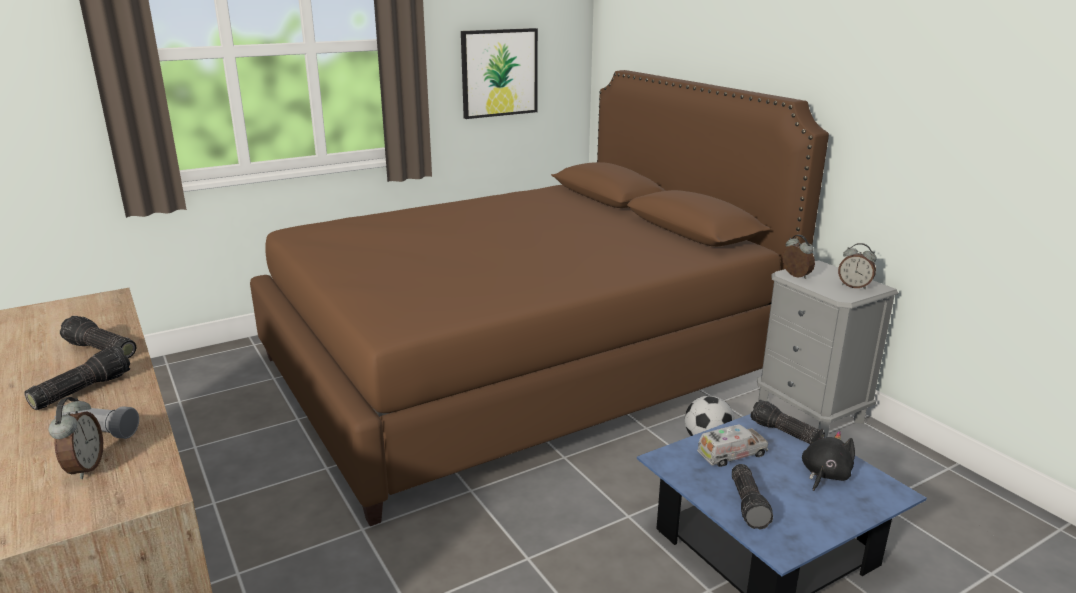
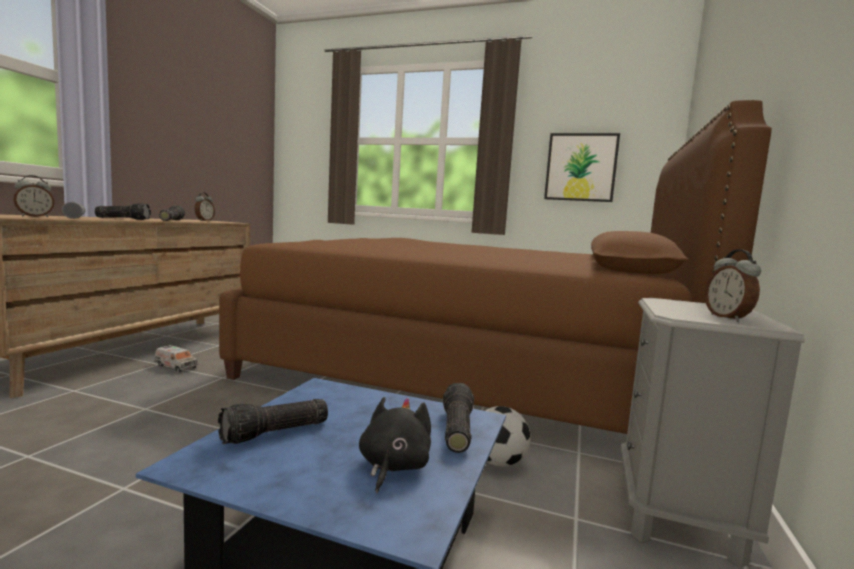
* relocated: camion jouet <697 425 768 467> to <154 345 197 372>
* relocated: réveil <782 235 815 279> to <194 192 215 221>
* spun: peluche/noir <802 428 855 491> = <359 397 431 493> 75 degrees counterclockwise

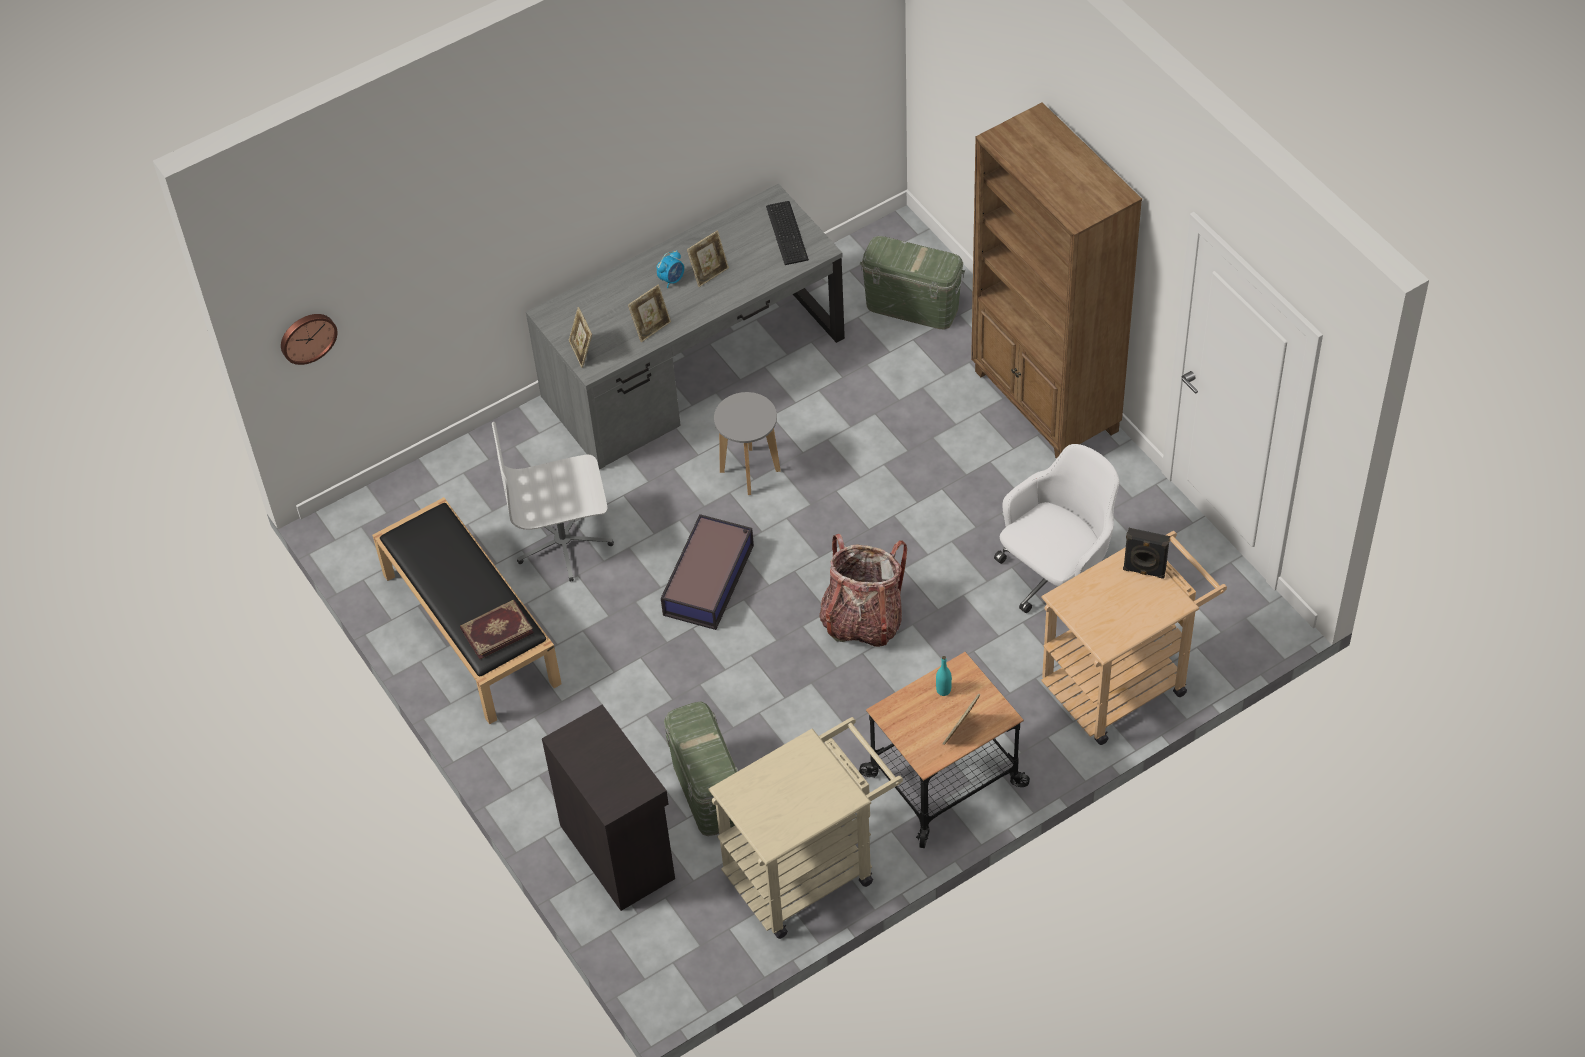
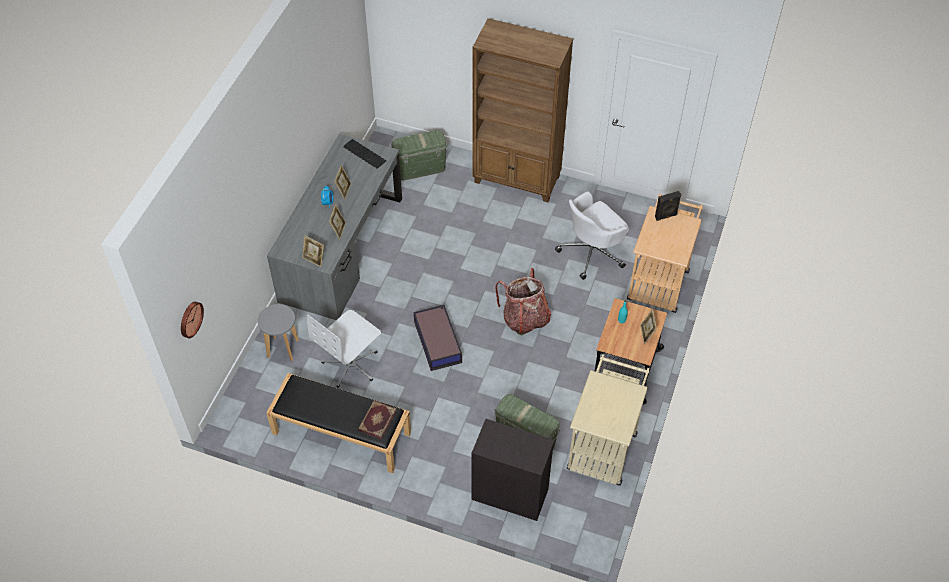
* relocated: tabouret/gris <714 392 780 495> to <257 304 299 361>
* spun: chaise de bureau/blanc <994 444 1119 613> = <555 192 629 280> 135 degrees counterclockwise

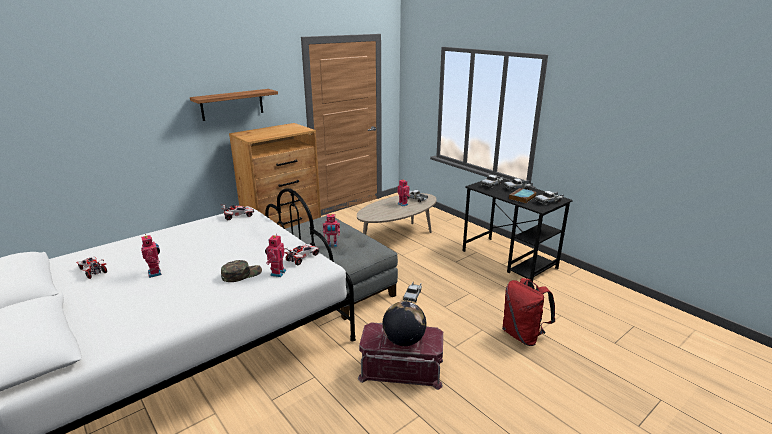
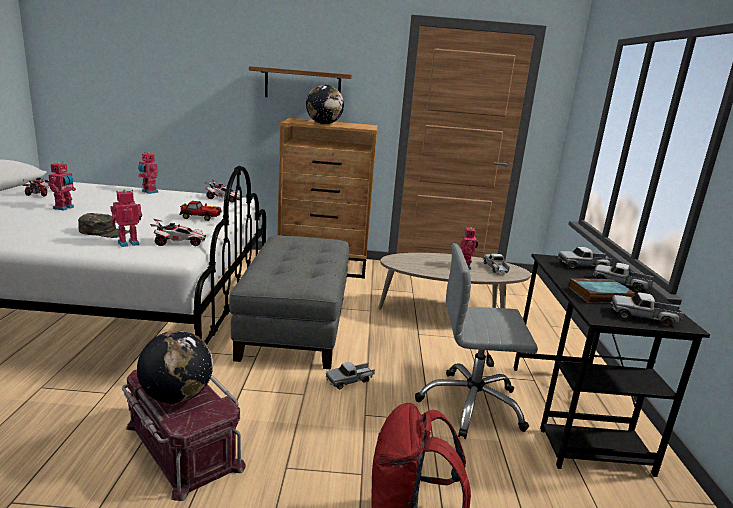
* relocated: robot jouet <323 214 340 247> to <138 152 159 194>
* appeared: petite voiture <180 201 222 221>
* appeared: globe <306 85 344 124>
* appeared: chaise de bureau/gris <415 243 538 439>

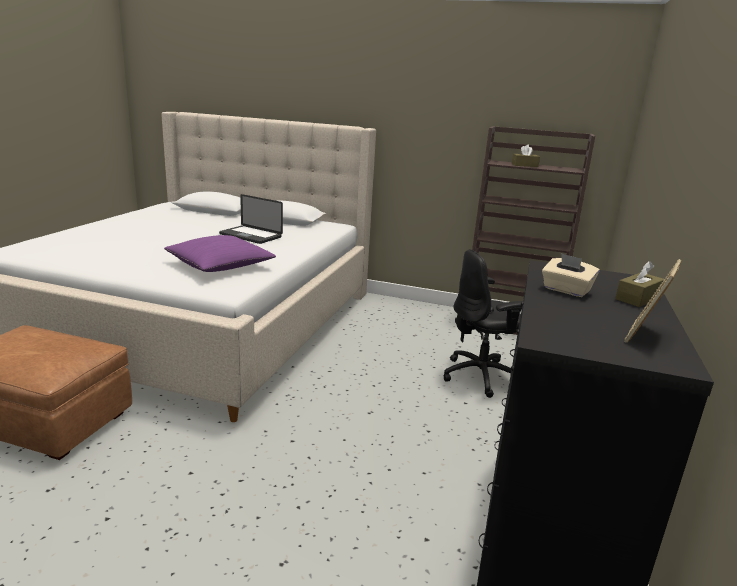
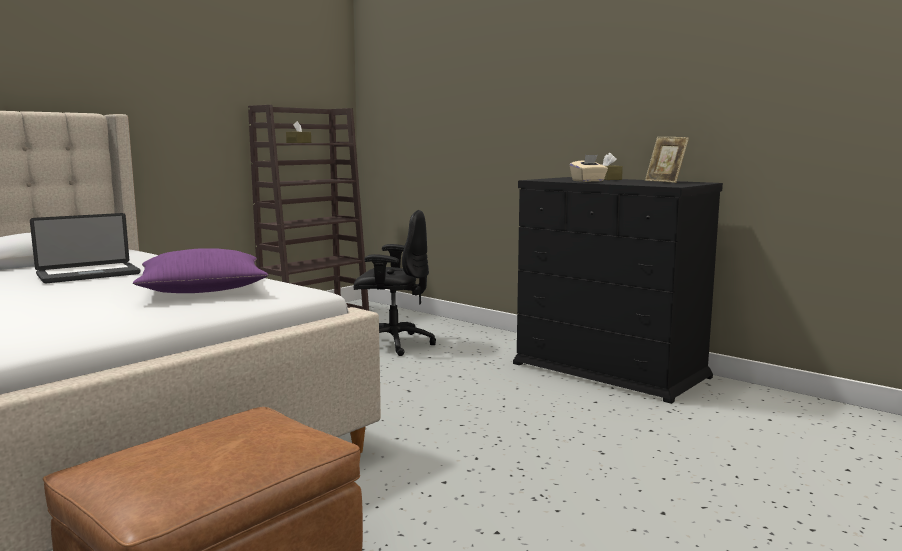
* spun: chaise de bureau/noir <444 249 523 398> = <353 210 436 356> 90 degrees counterclockwise

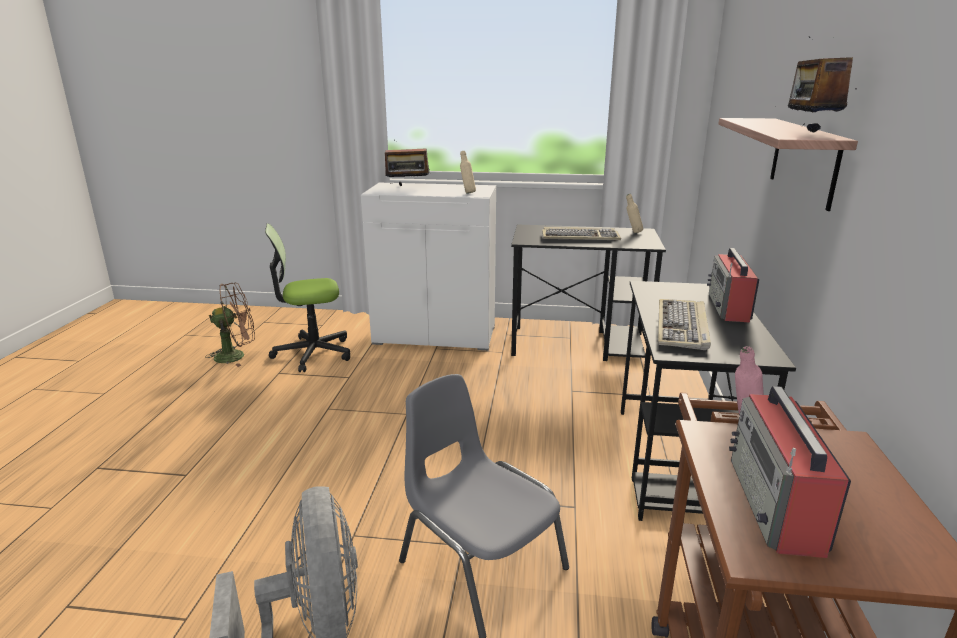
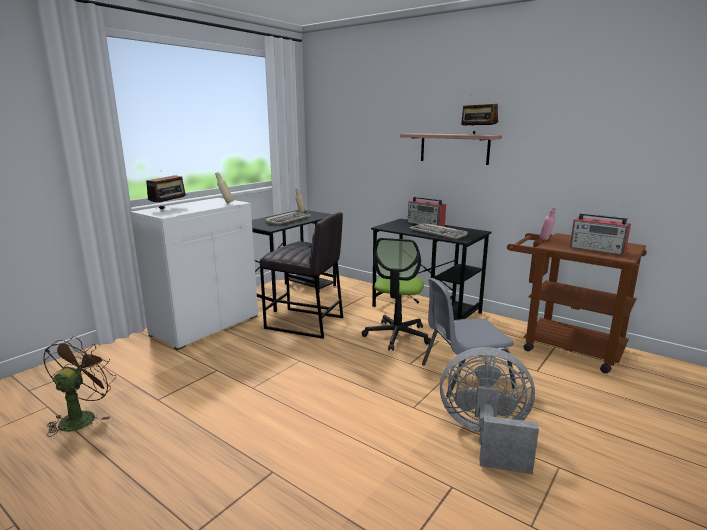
* relocated: chaise de bureau <265 223 350 372> to <361 238 431 351>
* appeared: tabouret/gris <260 212 343 339>

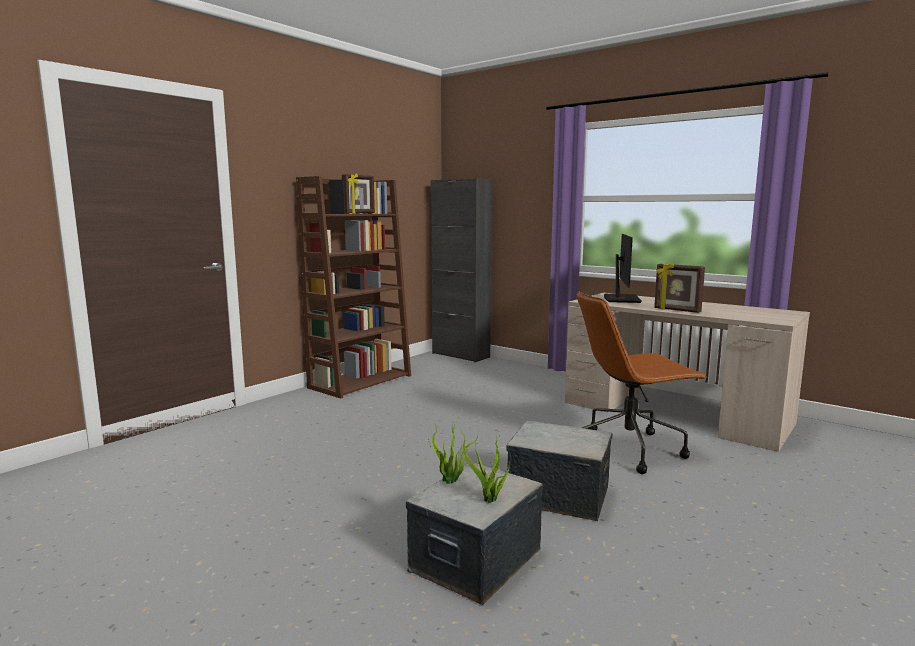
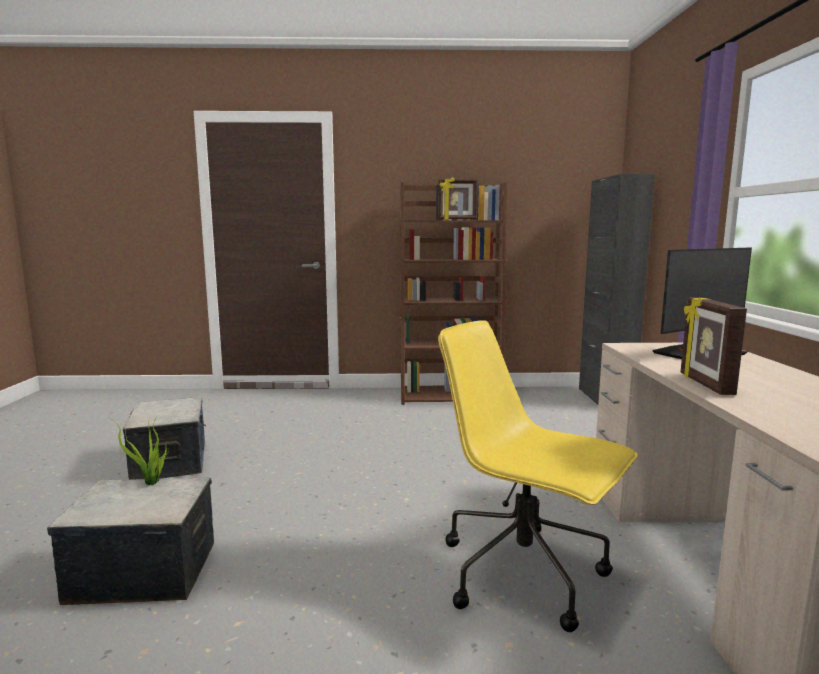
* missing: plante en pot <457 426 509 503>
* relocated: boîte de rangement <506 421 613 521> to <123 397 206 480>
* colour: chaise de bureau/marron <576 291 707 474> to chaise de bureau/jaune <438 320 638 632>

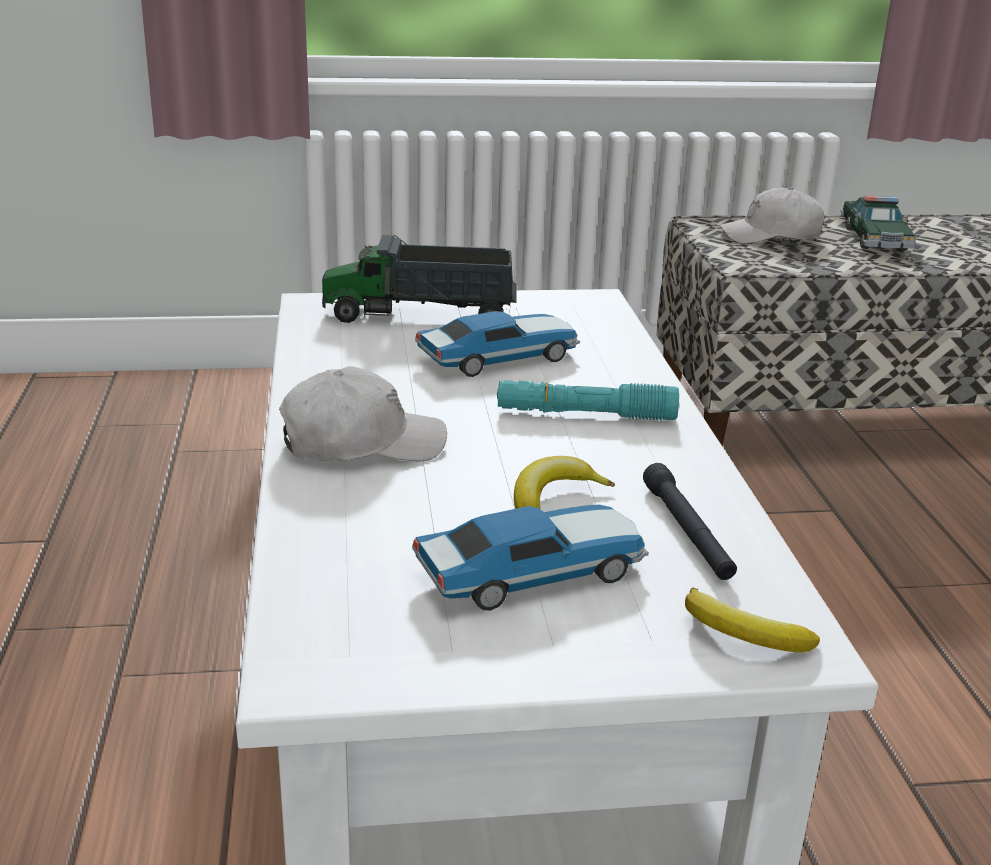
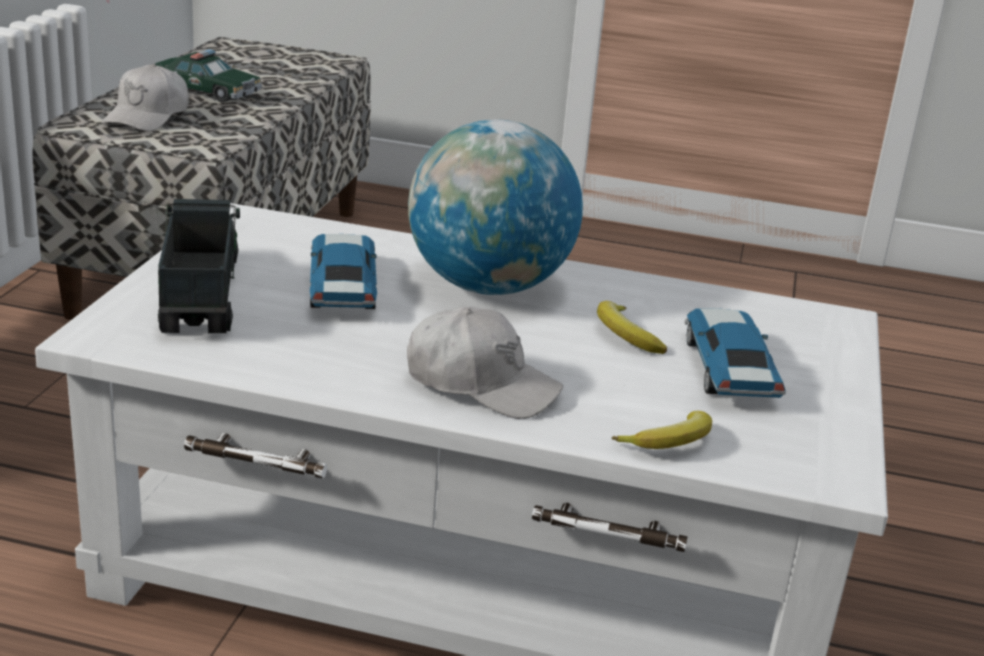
* spun: casquette/blanc <279 366 447 461> = <407 307 563 419> 105 degrees clockwise
* spun: camion jouet <322 235 517 323> = <158 199 240 333> 150 degrees clockwise
* exchanged: lampe de poche/turquoise <497 380 679 420> to globe <408 119 583 295>
* missing: lampe de poche/noir <643 463 737 580>
* relocated: banane <685 587 820 652> to <612 411 712 449>

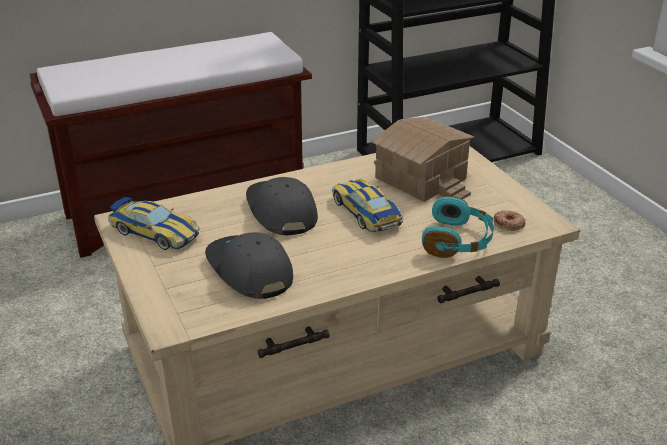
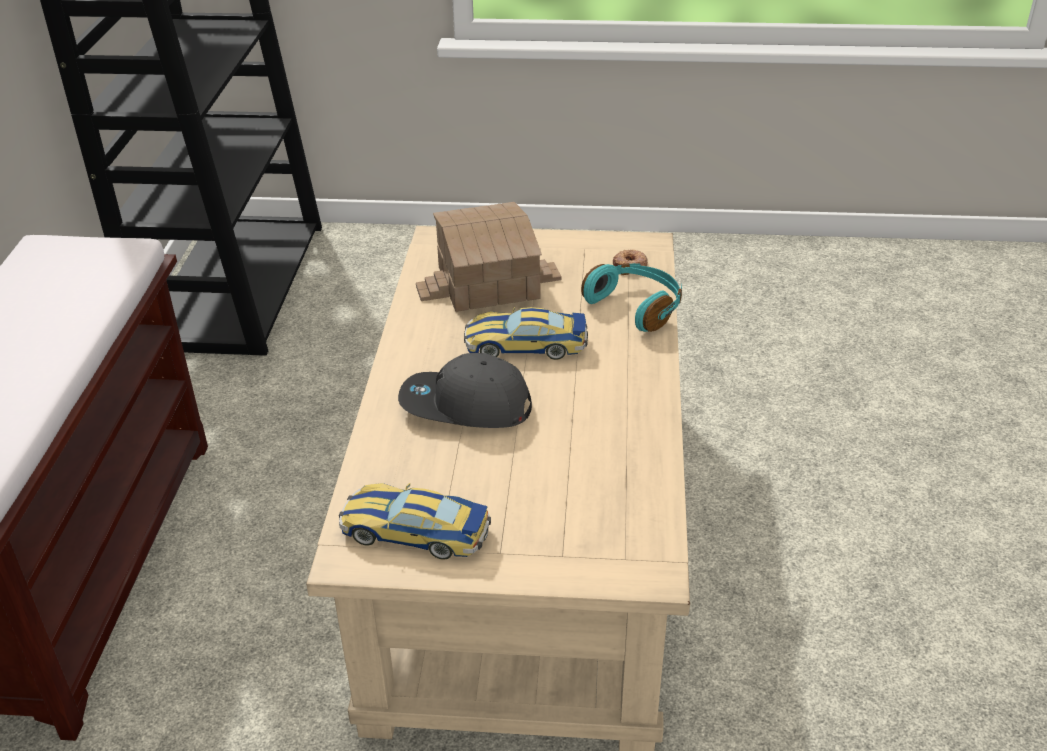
* spun: petite voiture <108 197 200 250> = <339 483 491 560> 135 degrees counterclockwise
* missing: casquette/gris <205 232 293 299>

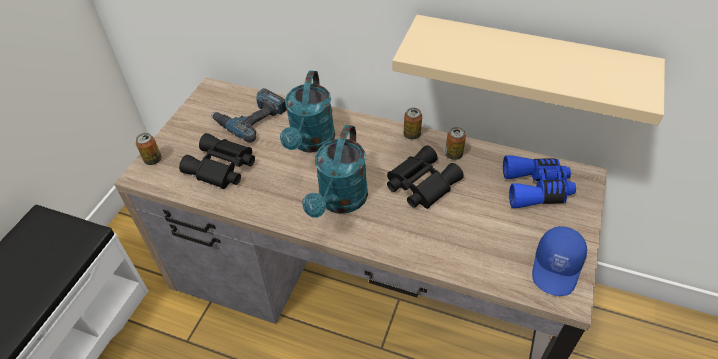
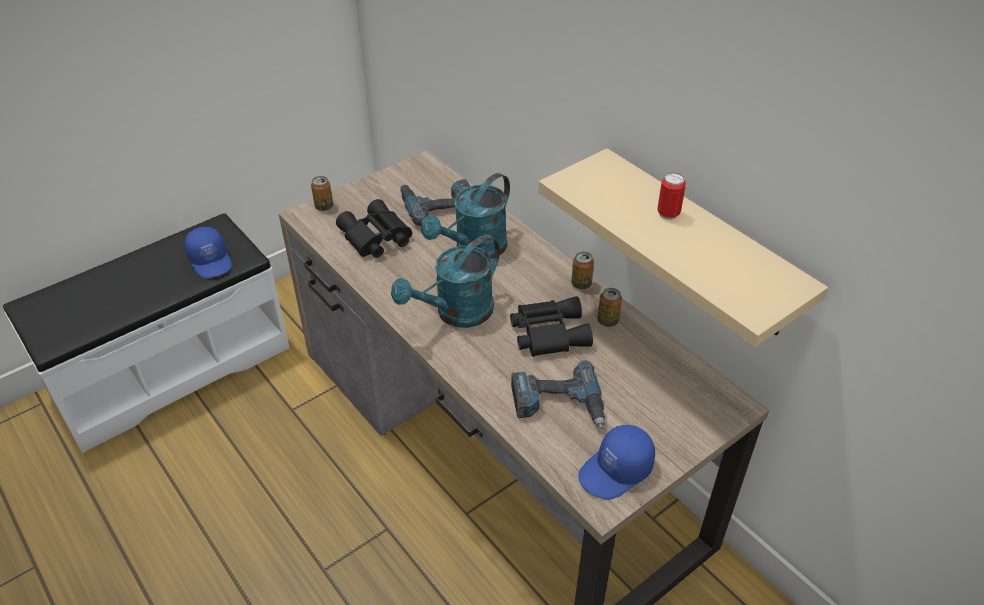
* missing: jumelles/bleu <503 155 576 208>
* appeared: casquette/bleu <185 227 232 278>
* appeared: perceuse <511 360 605 428>
* appeared: boîte métallique <657 173 686 220>

